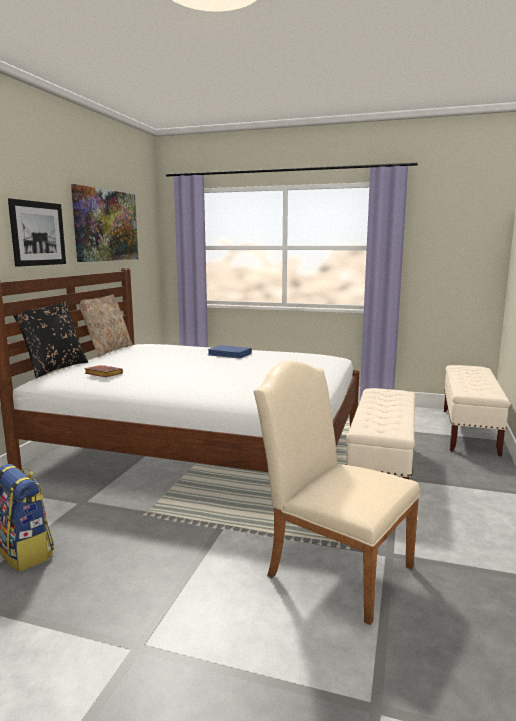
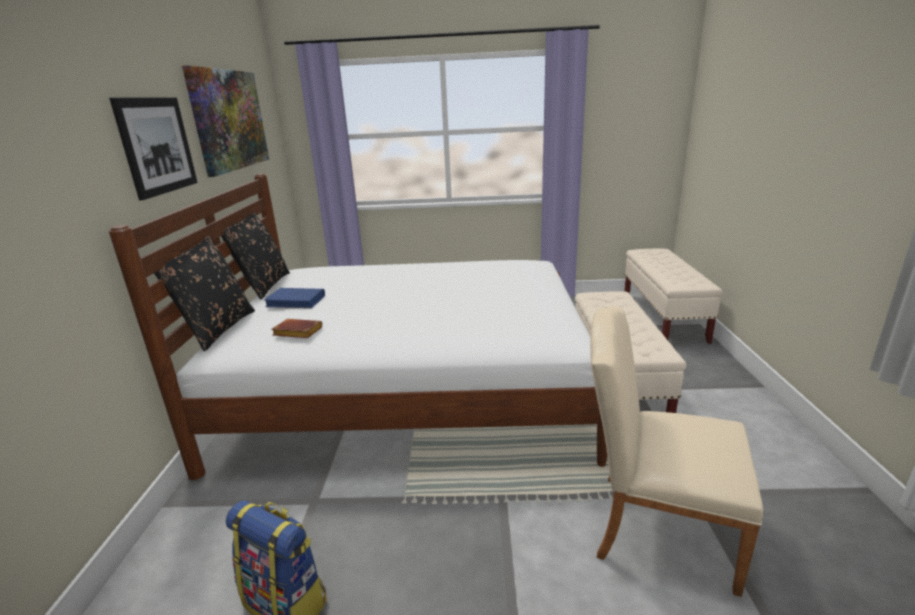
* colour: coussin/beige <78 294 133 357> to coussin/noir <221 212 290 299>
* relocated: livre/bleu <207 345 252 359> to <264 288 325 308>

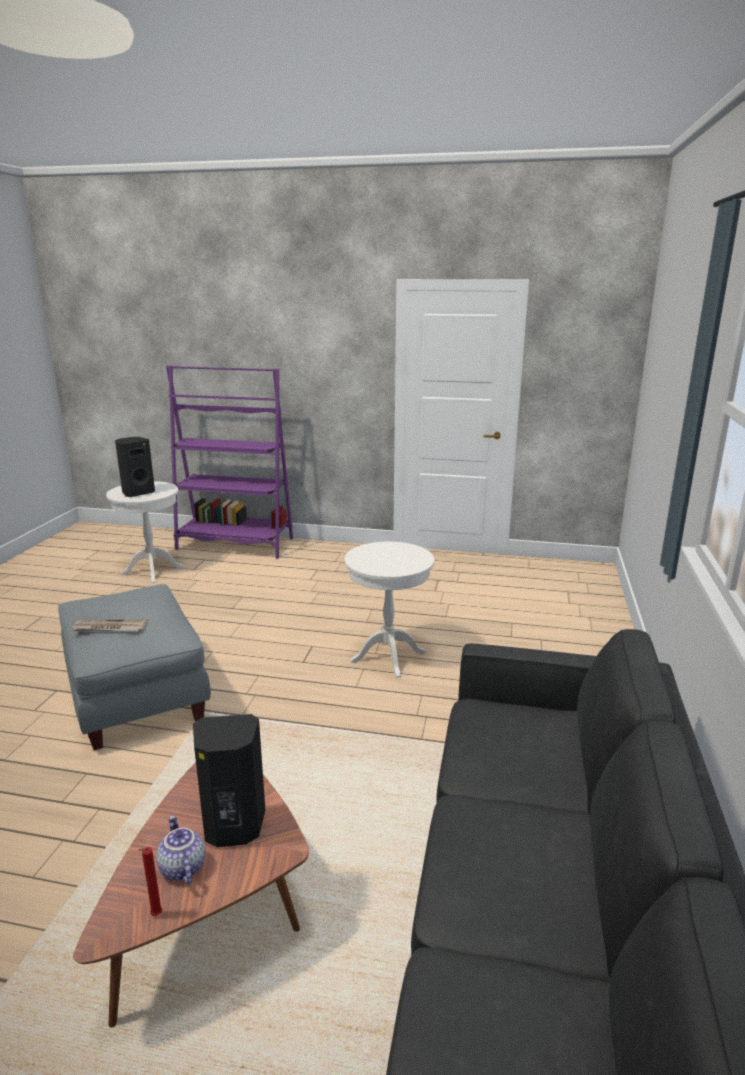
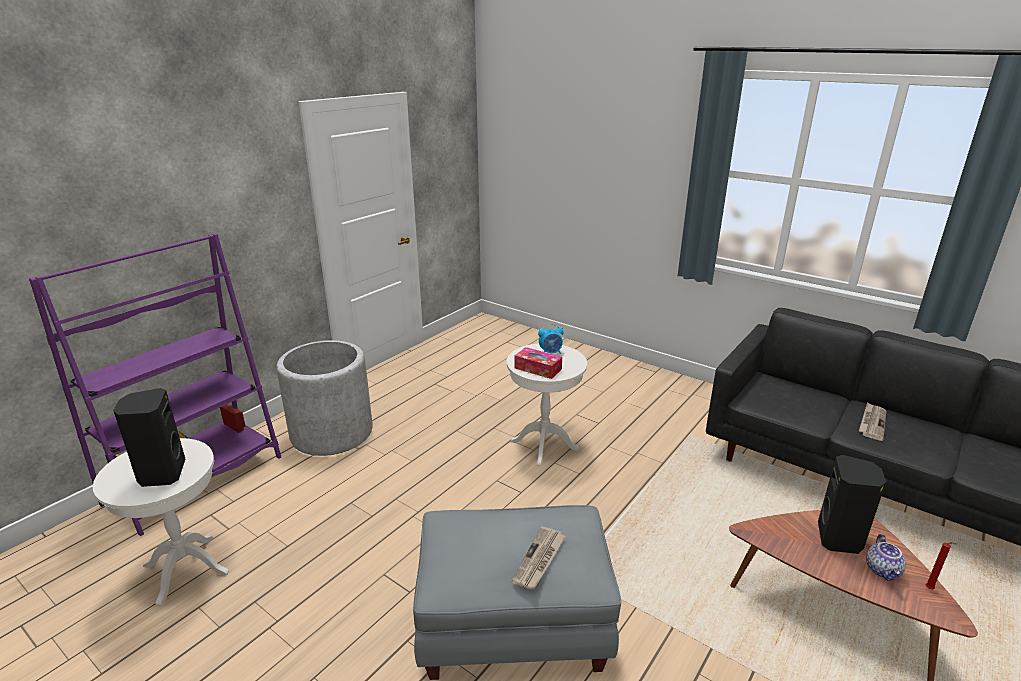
* spun: théière <156 815 205 885> = <866 534 906 581> 75 degrees counterclockwise
* appeared: cache-pot/gris <276 340 372 456>
* appeared: boîte à mouchoirs <515 347 562 379>
* appeared: réveil <538 323 564 354>
* appeared: journal <859 402 886 441>

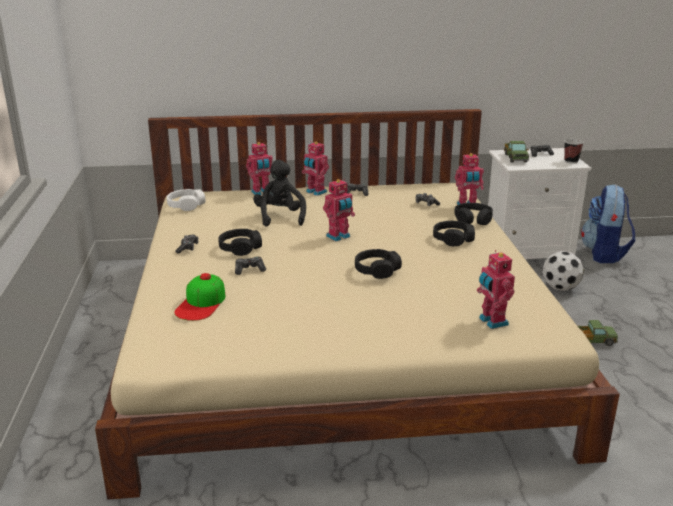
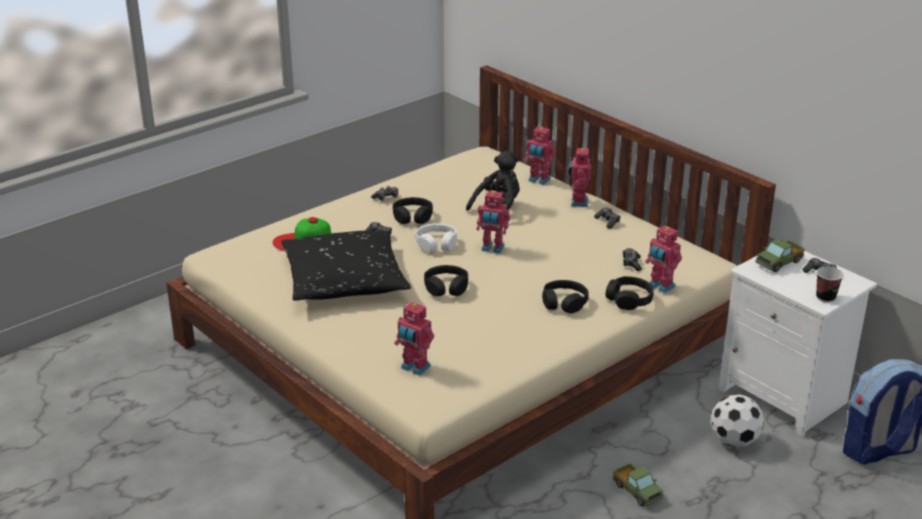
* relocated: casque audio/blanc <167 189 206 211> to <415 223 457 253>
* spun: robot jouet <477 250 515 329> = <395 302 434 376> 90 degrees counterclockwise
* appeared: coussin/noir <282 231 411 301>

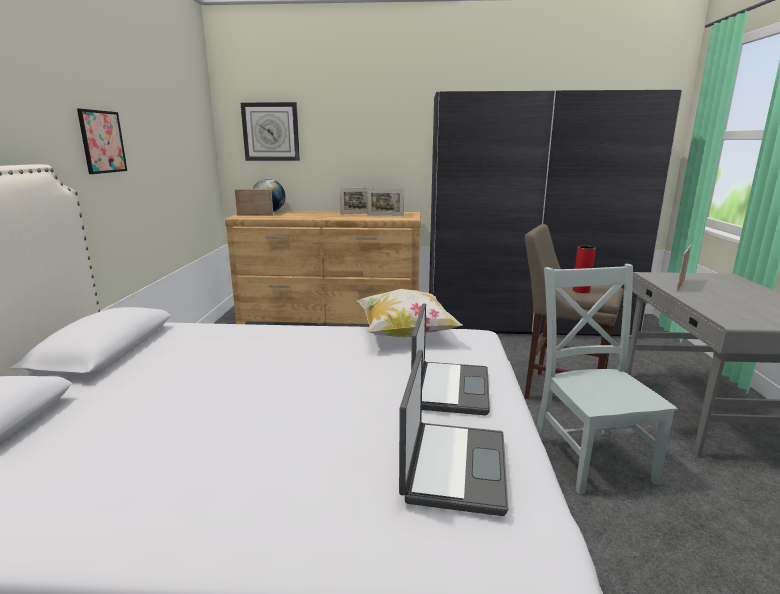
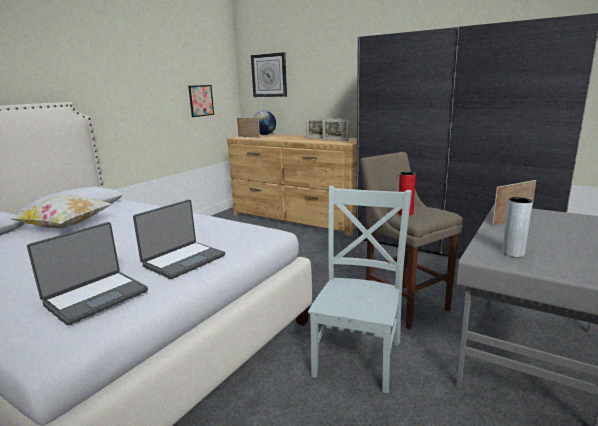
* relocated: tableau <77 109 127 174> to <188 85 214 117>
* relocated: coussin <357 289 462 337> to <10 194 111 228>
* appeared: vase/gris <502 197 533 257>

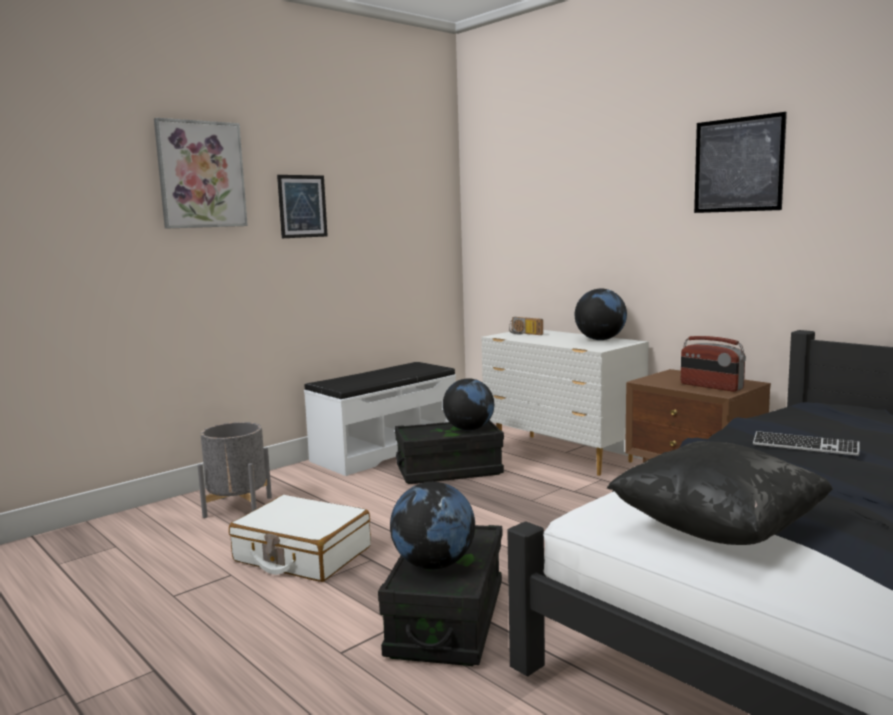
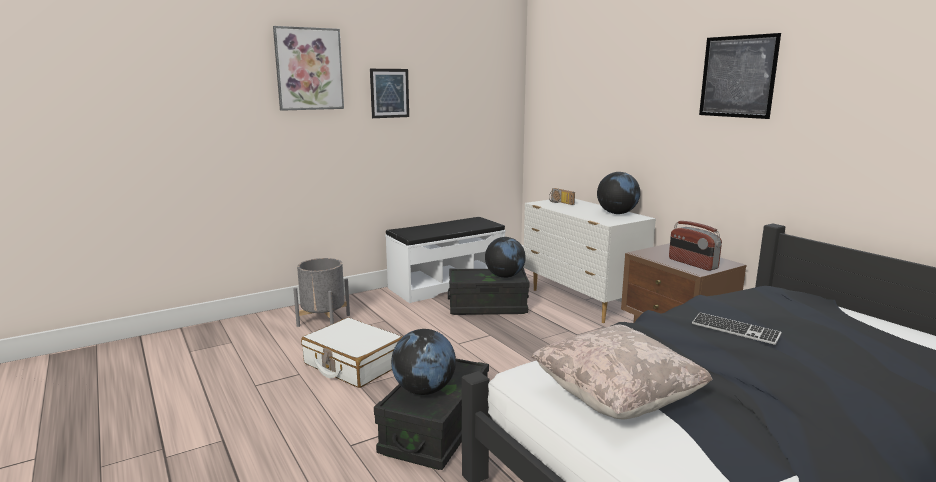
* colour: coussin/noir <607 441 833 545> to coussin/beige <531 325 713 419>

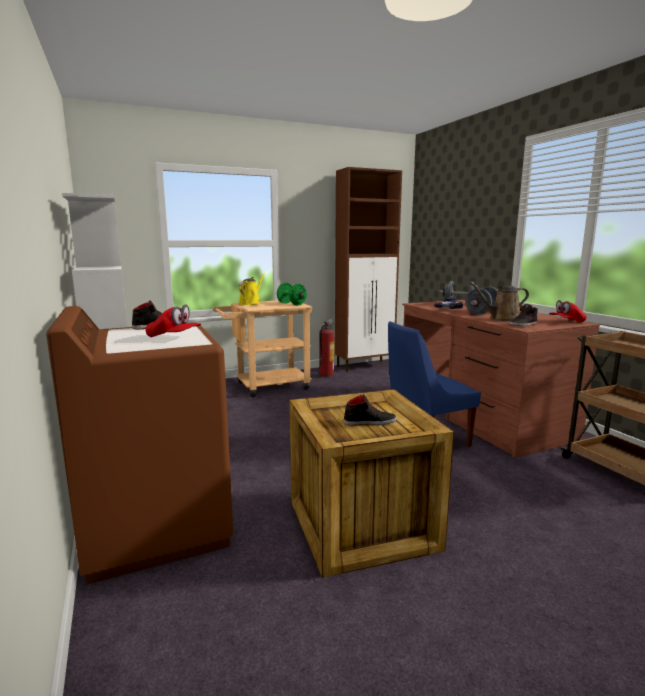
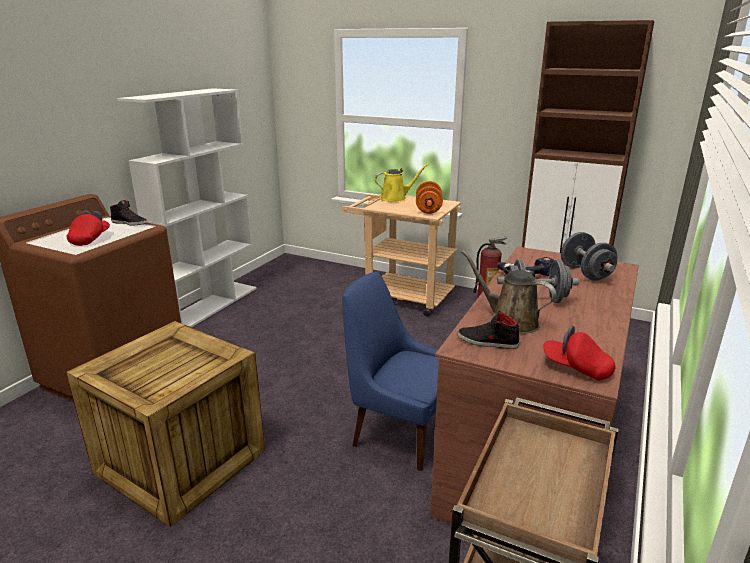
* spun: casquette/rouge <145 305 201 337> = <66 210 110 246> 150 degrees counterclockwise
* colour: haltère/vert <277 283 307 305> to haltère/orange <416 181 443 214>
* missing: chaussure/noir <344 394 397 426>

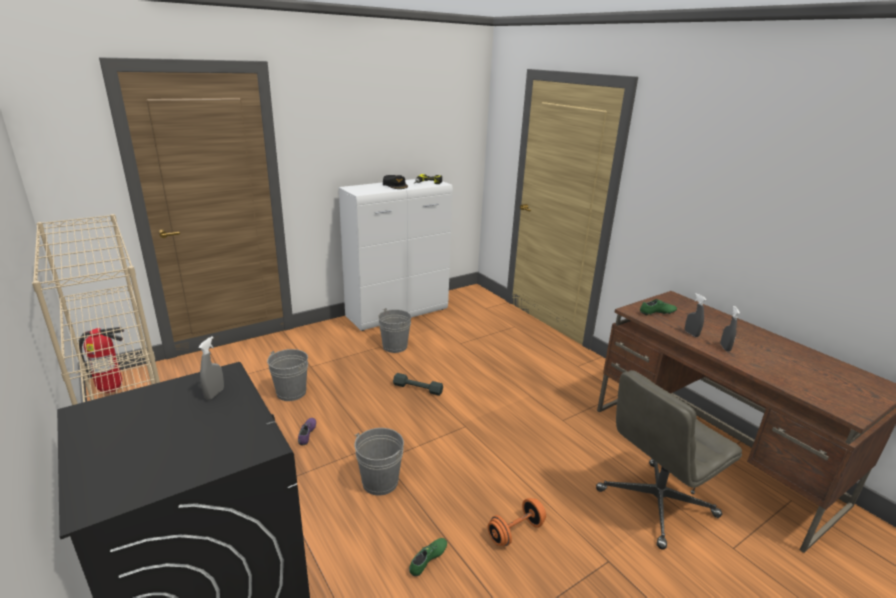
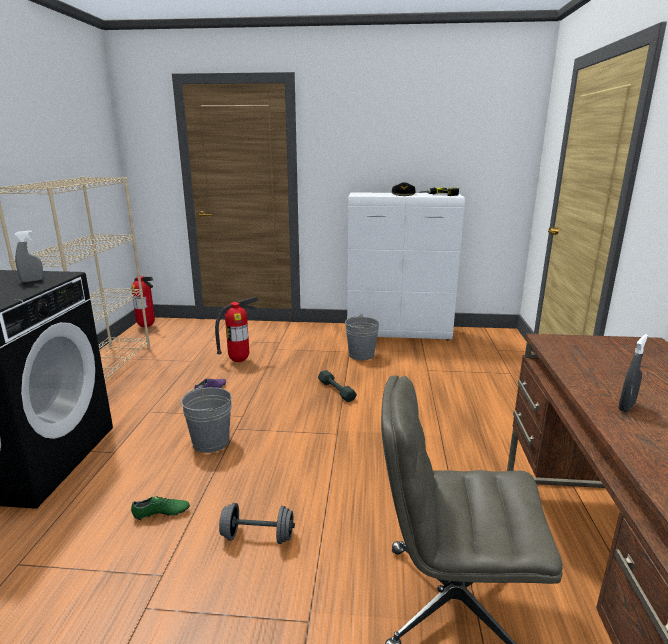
* exchanged: seau/gris <267 349 308 401> to extincteur <215 296 259 362>
* colour: haltère/orange <488 498 546 546> to haltère/gris <219 503 295 544>
* missing: chaussure/vert <640 299 677 316>
* missing: vaporisateur/gris <685 293 706 337>

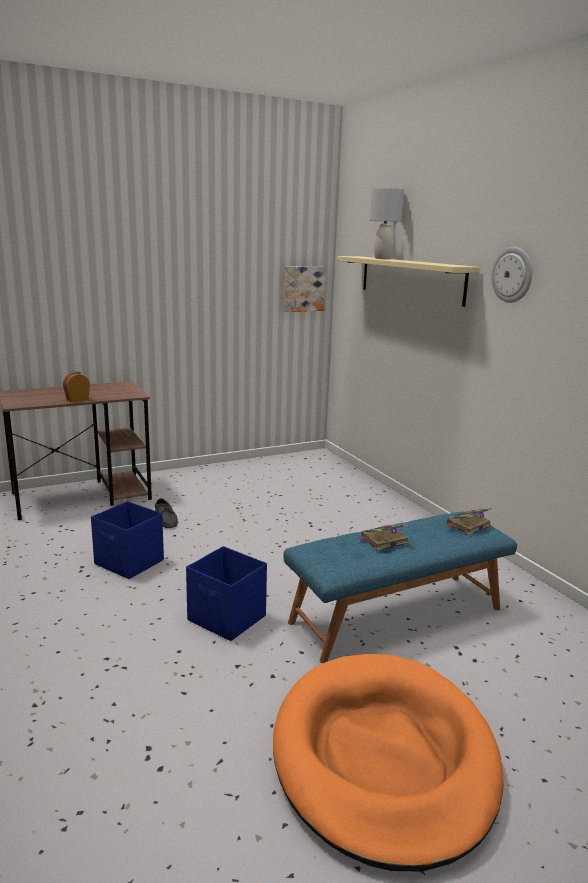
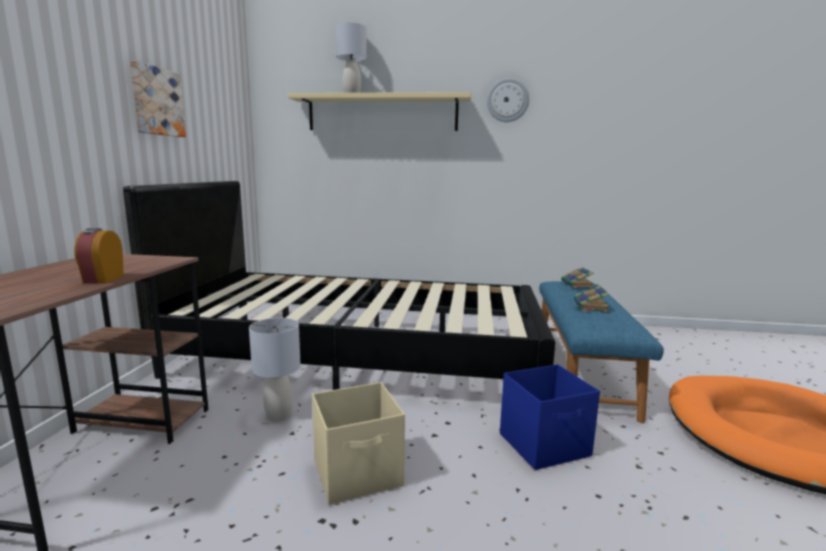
* colour: boîte de rangement/bleu <91 501 164 579> to boîte de rangement/beige <312 382 405 505>
* exchanged: chaussure/gris <155 498 178 528> to lampe de table/gris <249 318 301 421>
* relocated: tableau <284 267 326 312> to <130 60 186 137>
* appeared: lit/noir <123 181 555 390>

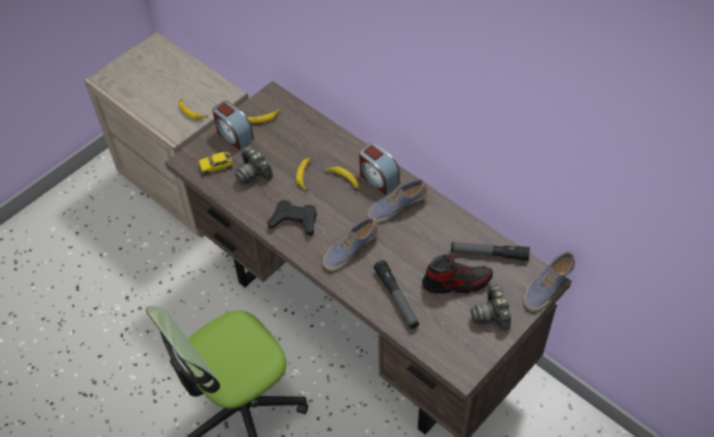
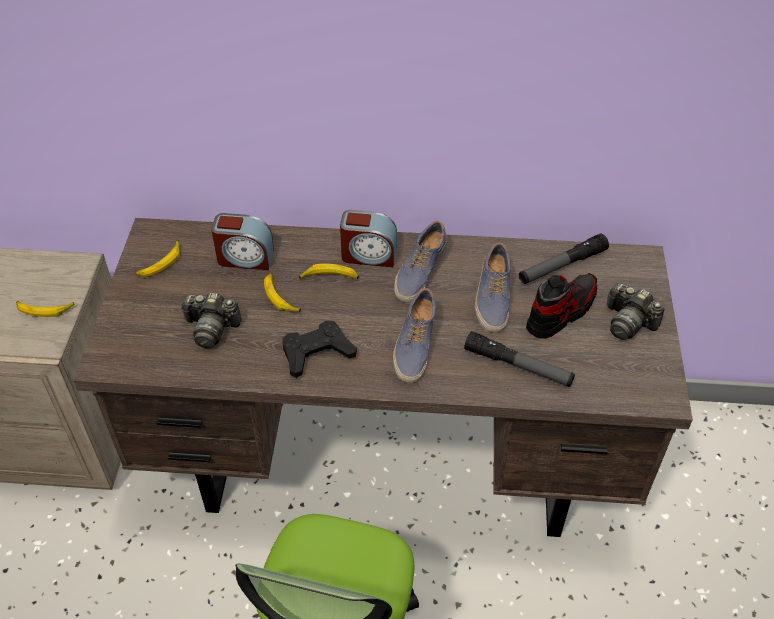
* missing: petite voiture <198 152 232 175>
* relocated: réveil <212 101 254 150> to <211 213 274 270>
* relocated: chaussure <523 252 575 311> to <475 243 511 333>

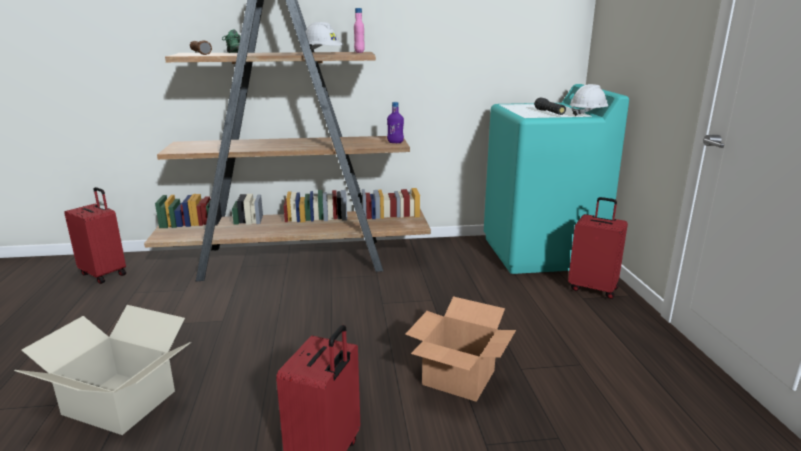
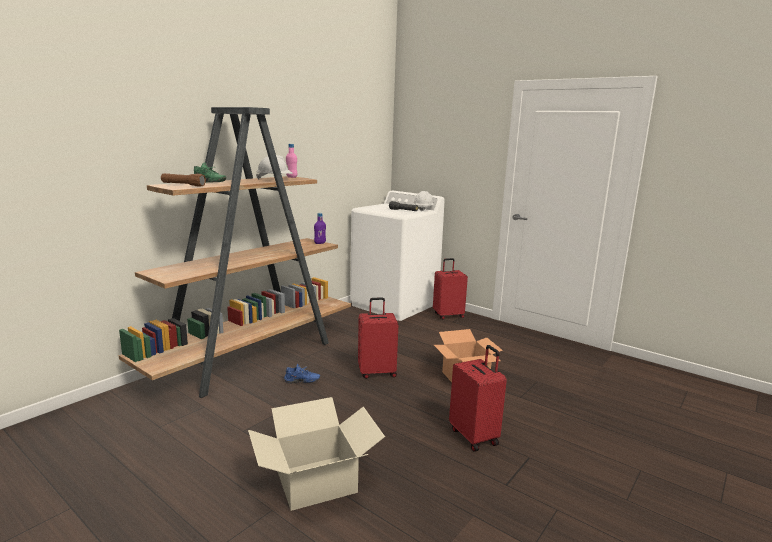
* relocated: valise/rouge <64 187 126 284> to <358 298 398 379>
* colour: lave-linge/turquoise <484 84 629 274> to lave-linge/blanc <350 191 445 321>
* appeared: chaussure/bleu <284 364 320 383>

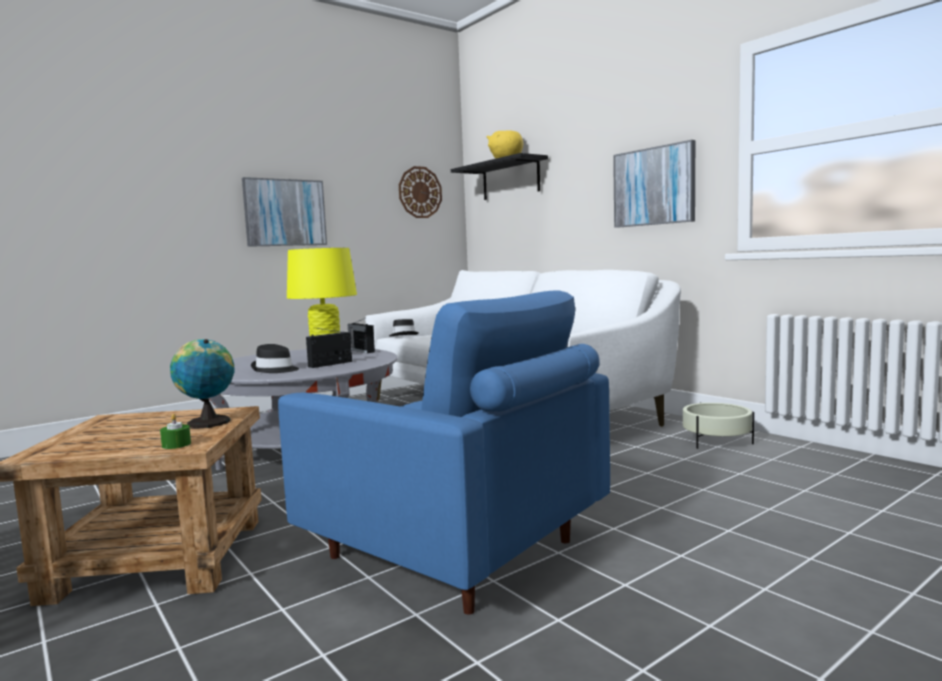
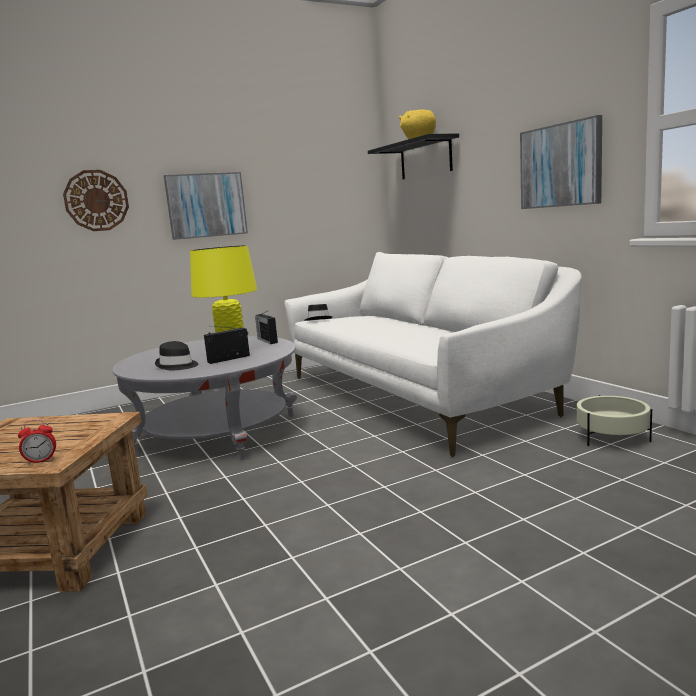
* exchanged: bougie/vert <160 414 191 449> to réveil <18 419 56 465>
* missing: globe <170 339 235 428>
* missing: fauteuil/bleu <278 290 610 615>
* relocated: horloge murale <399 166 442 218> to <63 170 129 231>

